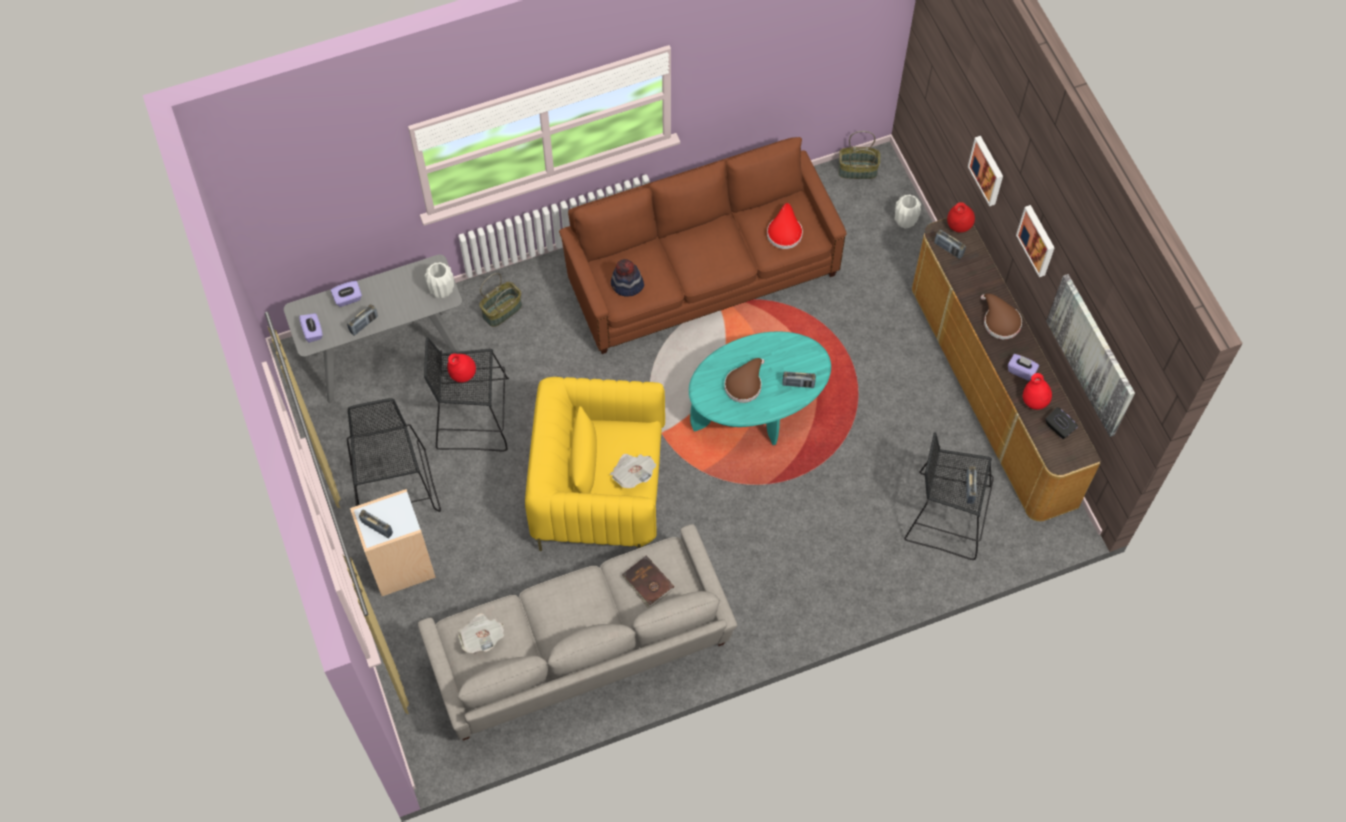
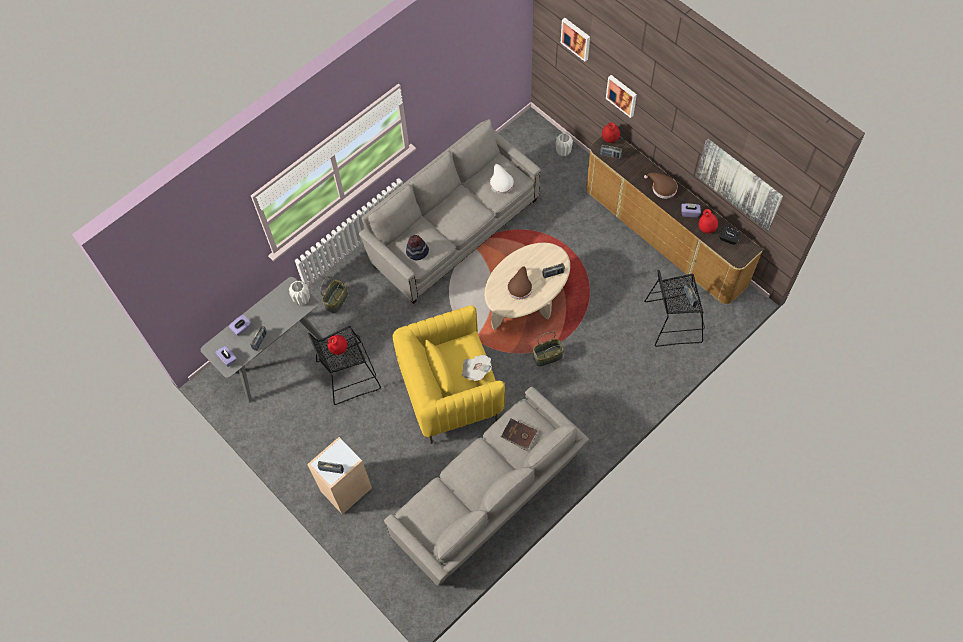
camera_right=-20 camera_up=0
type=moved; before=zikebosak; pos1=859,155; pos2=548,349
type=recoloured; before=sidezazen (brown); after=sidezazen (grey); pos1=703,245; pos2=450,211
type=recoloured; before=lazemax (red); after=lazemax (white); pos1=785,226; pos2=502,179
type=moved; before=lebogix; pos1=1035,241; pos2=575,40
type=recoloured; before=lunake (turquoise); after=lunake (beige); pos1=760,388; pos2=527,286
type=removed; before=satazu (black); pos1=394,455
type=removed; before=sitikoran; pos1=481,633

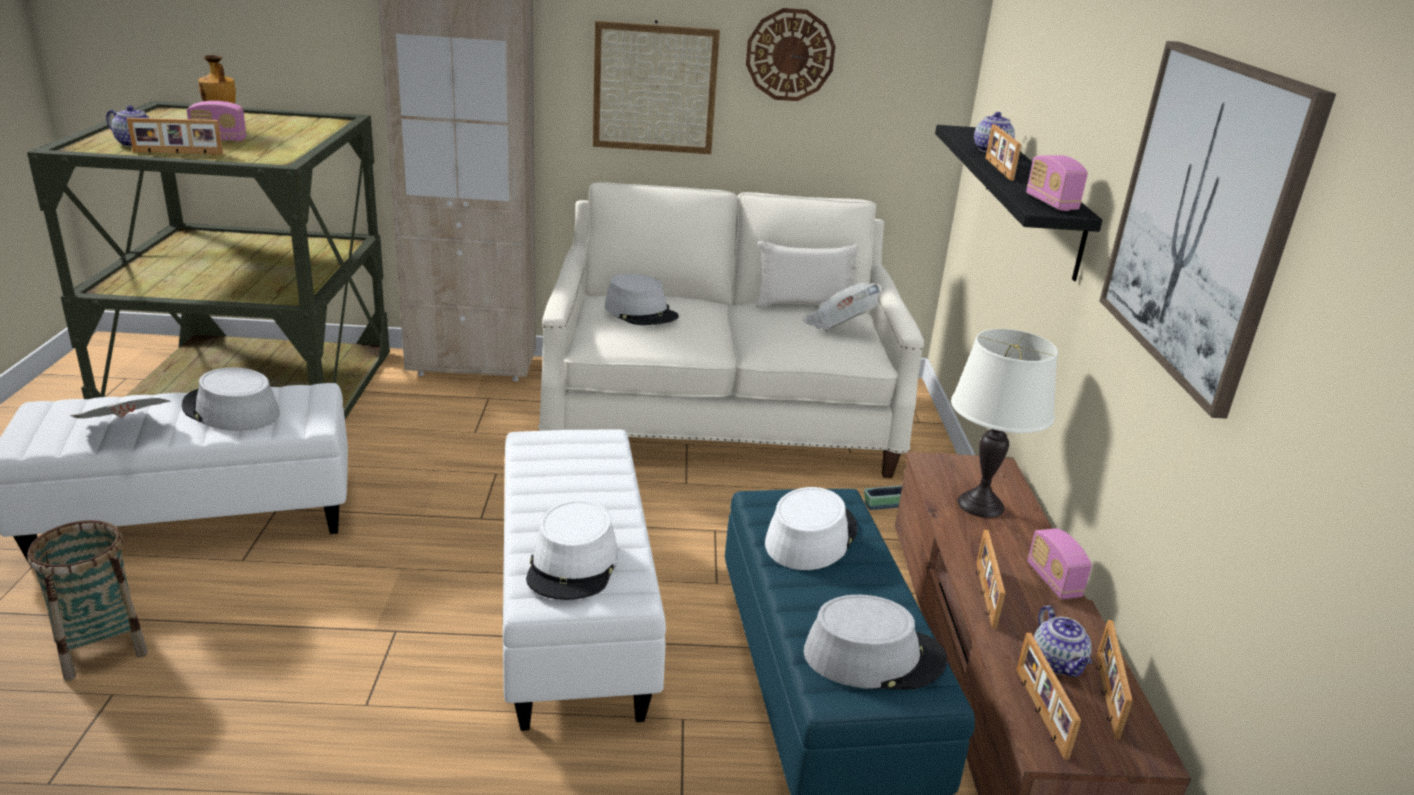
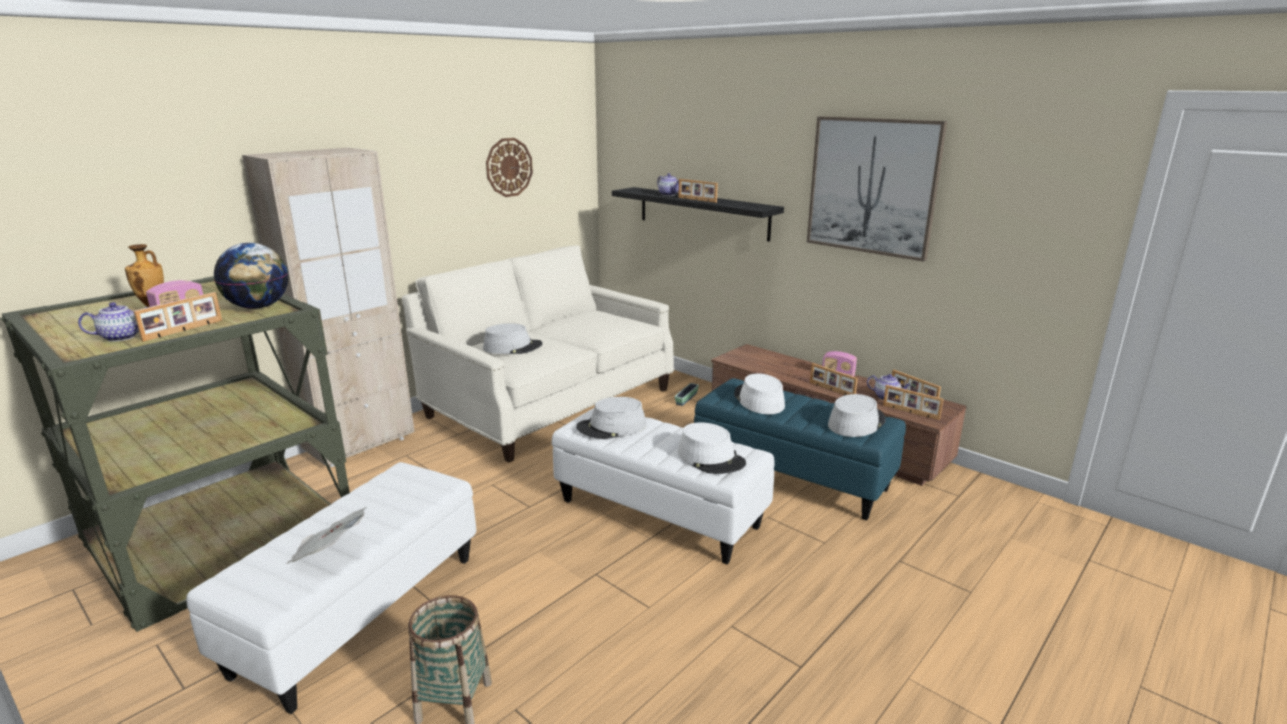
camera_right=-45 camera_up=-5
type=removed; before=lebogix; pos1=656,87
type=removed; before=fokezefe; pos1=1057,183
type=removed; before=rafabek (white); pos1=807,274
type=removed; before=sitikoran; pos1=842,306
type=removed; before=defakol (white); pos1=1004,423
type=moved; before=lazemax (grey); pos1=231,399; pos2=611,418
type=added; after=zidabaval; pos2=251,276

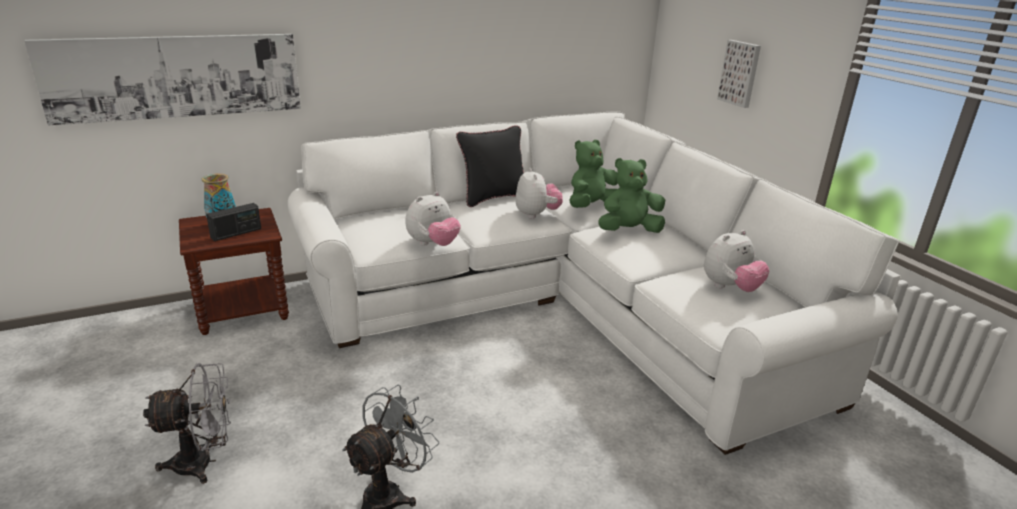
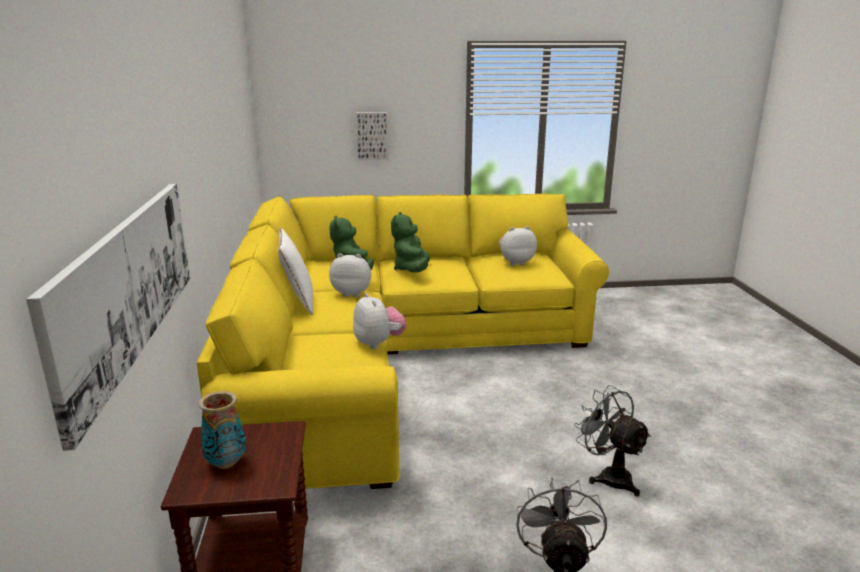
camera_right=-70 camera_up=-5
type=recoloured; before=sidezazen (white); after=sidezazen (yellow); pos1=593,283; pos2=403,341
type=recoloured; before=rafabek (black); after=rafabek (white); pos1=490,166; pos2=295,271
type=removed; before=fokezefe; pos1=233,222
type=turned; before=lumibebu; pos1=737,261; pos2=518,246; turn=-90

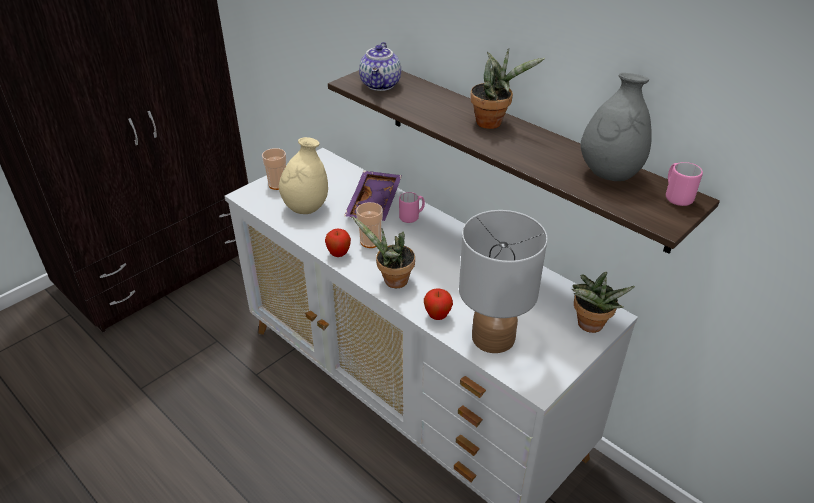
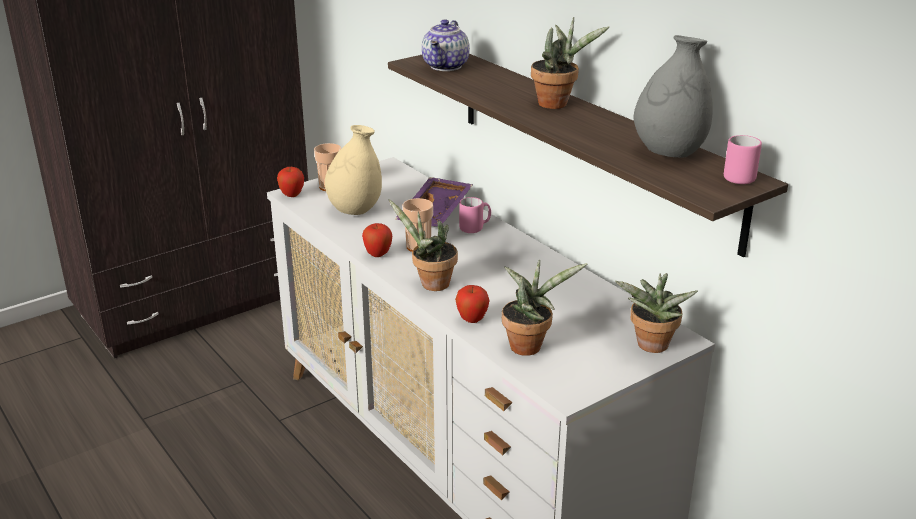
camera_right=10 camera_up=-10
type=replaced; before=defakol (grey); after=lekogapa; pos1=503,281; pos2=545,308
type=added; after=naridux; pos2=290,182

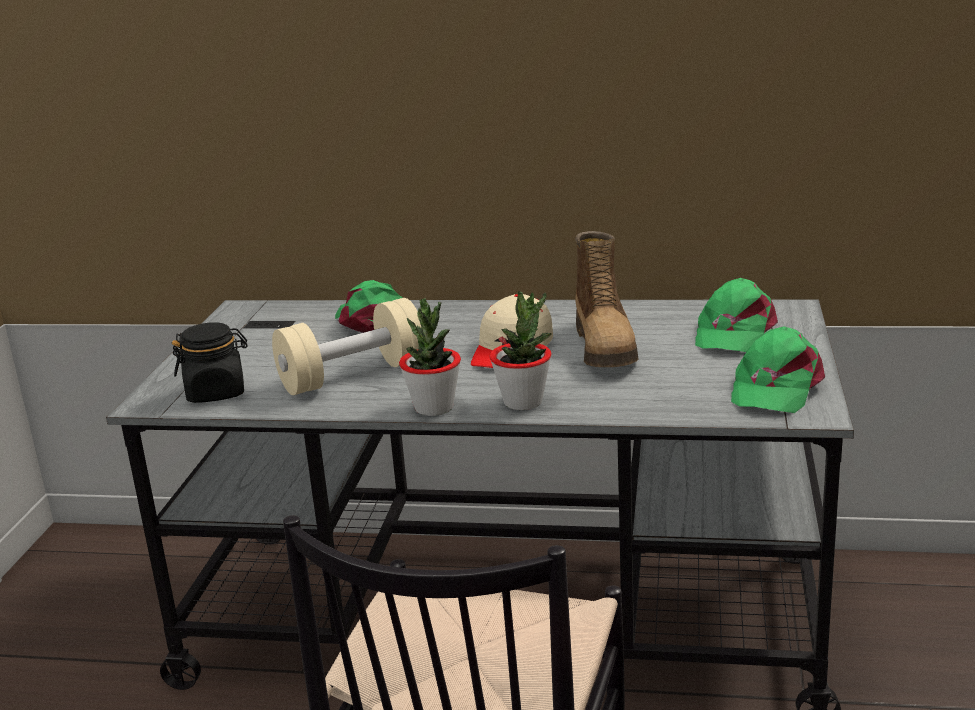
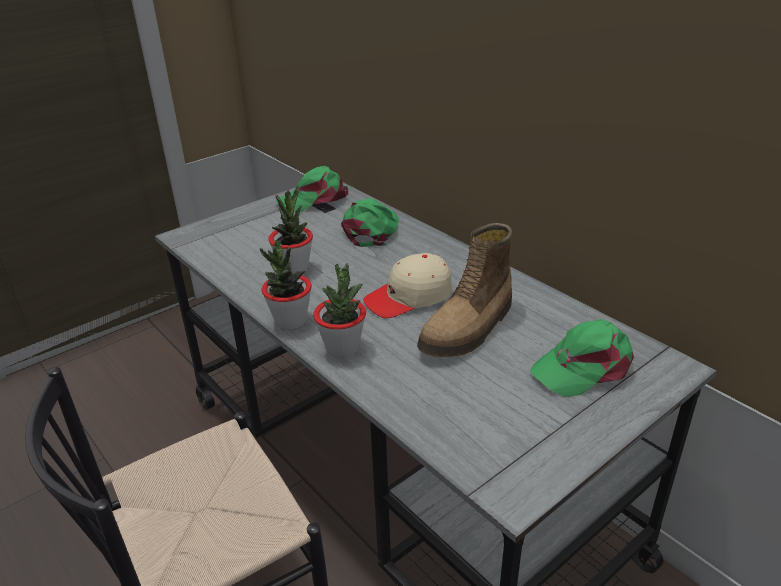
camera_right=40 camera_up=10
type=replaced; before=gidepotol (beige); after=lekogapa; pos1=346,346; pos2=290,229
type=removed; before=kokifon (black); pos1=210,362
type=moved; before=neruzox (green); pos1=778,369; pos2=312,189

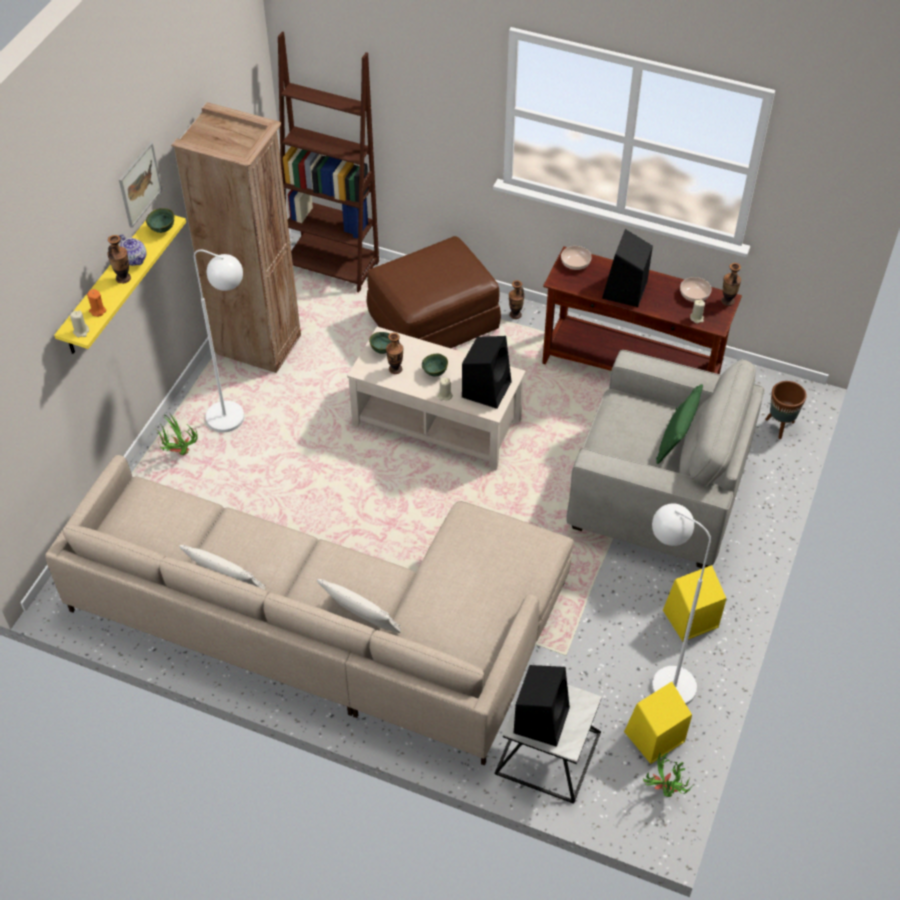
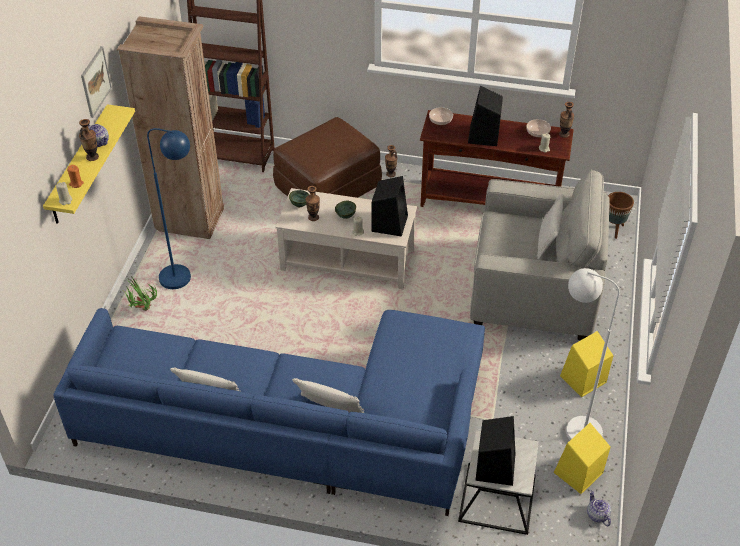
camera_right=-10 camera_up=-5
type=removed; before=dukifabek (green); pos1=160,220
type=recoloured; before=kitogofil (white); after=kitogofil (blue); pos1=219,341; pos2=169,208
type=recoloured; before=rafabek (green); after=rafabek (white); pos1=679,424; pos2=550,227
type=recoloured; before=sidezazen (beige); after=sidezazen (blue); pos1=309,610; pos2=269,412
type=replaced; before=lekogapa; after=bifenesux; pos1=669,774; pos2=599,508

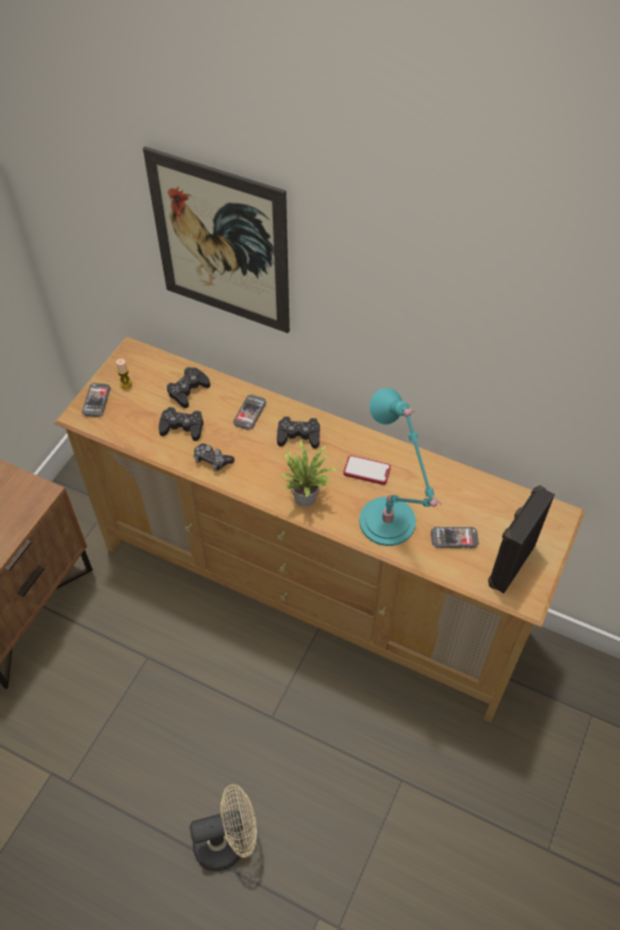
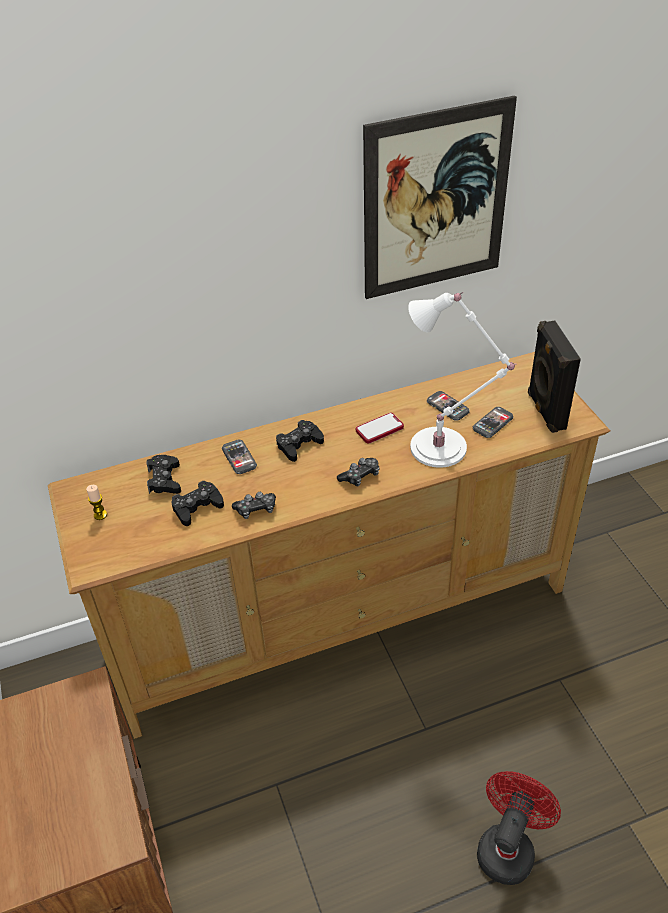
camera_right=-45 camera_up=-10
type=moved; before=lebogix; pos1=216,239; pos2=440,197
type=moved; before=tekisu; pos1=96,400; pos2=448,406
type=recoloured; before=defakol (turquoise); after=defakol (white); pos1=400,467; pos2=462,380
type=replaced; before=lekogapa; after=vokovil; pos1=310,473; pos2=358,472
type=recoloured; before=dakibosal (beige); after=dakibosal (red); pos1=223,827; pos2=519,828

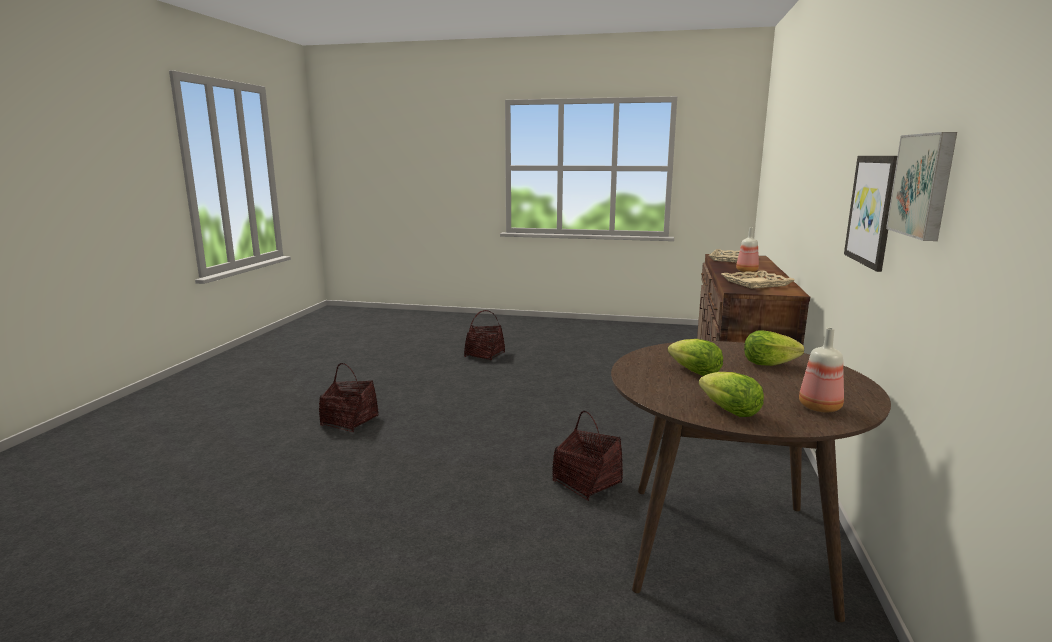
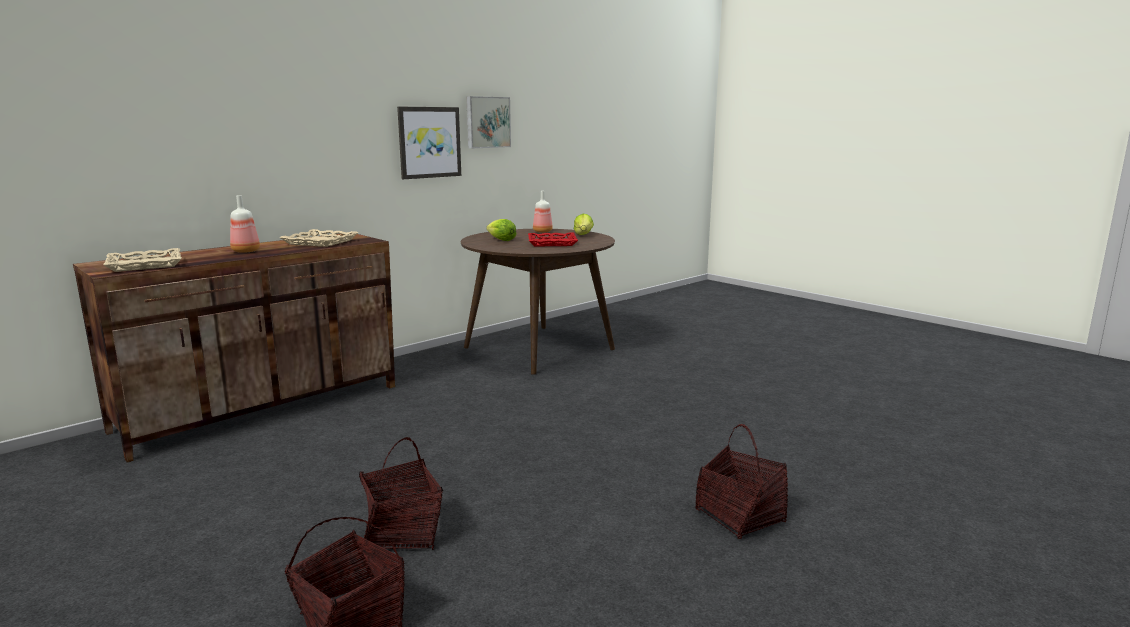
camera_right=-145 camera_up=0
type=replaced; before=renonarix; after=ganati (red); pos1=695,357; pos2=553,239
type=moved; before=zikebosak; pos1=587,456; pos2=401,493

